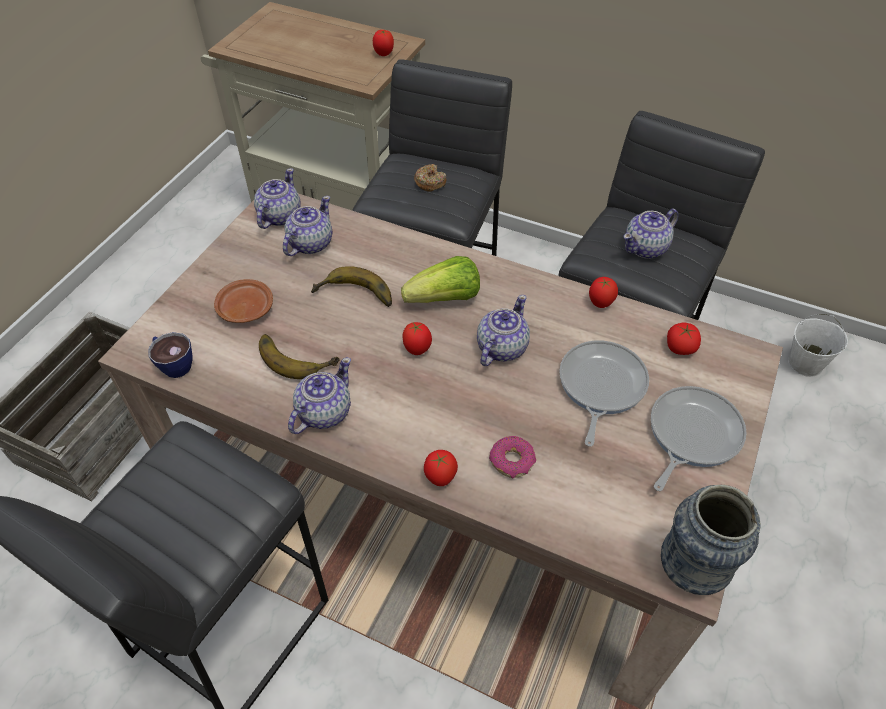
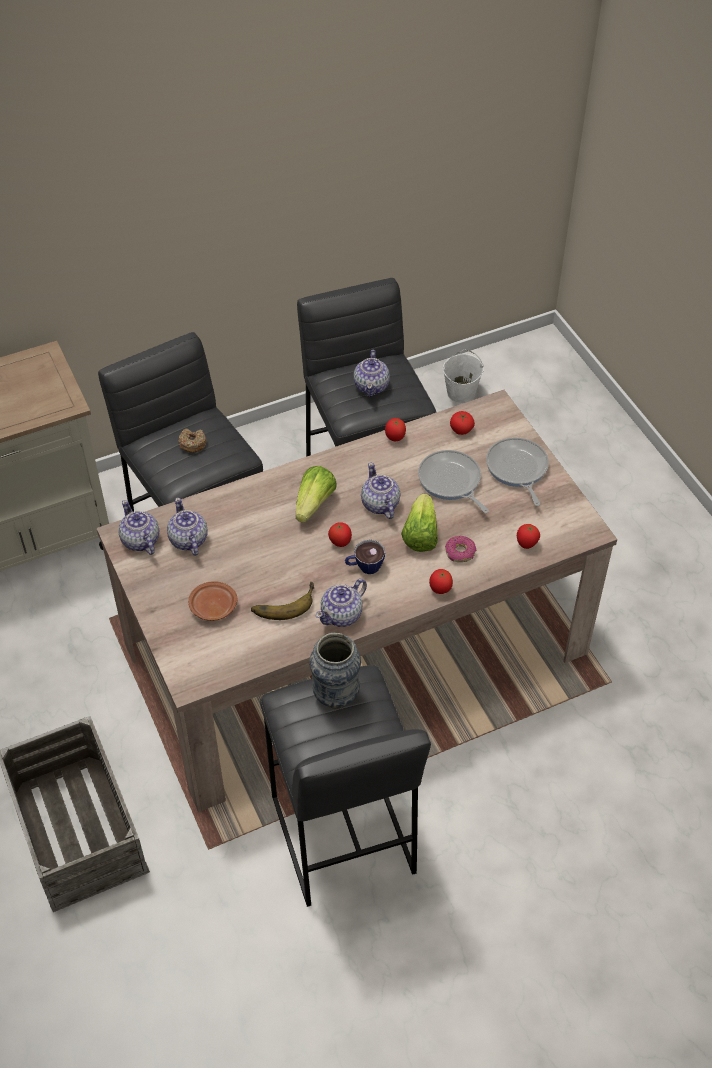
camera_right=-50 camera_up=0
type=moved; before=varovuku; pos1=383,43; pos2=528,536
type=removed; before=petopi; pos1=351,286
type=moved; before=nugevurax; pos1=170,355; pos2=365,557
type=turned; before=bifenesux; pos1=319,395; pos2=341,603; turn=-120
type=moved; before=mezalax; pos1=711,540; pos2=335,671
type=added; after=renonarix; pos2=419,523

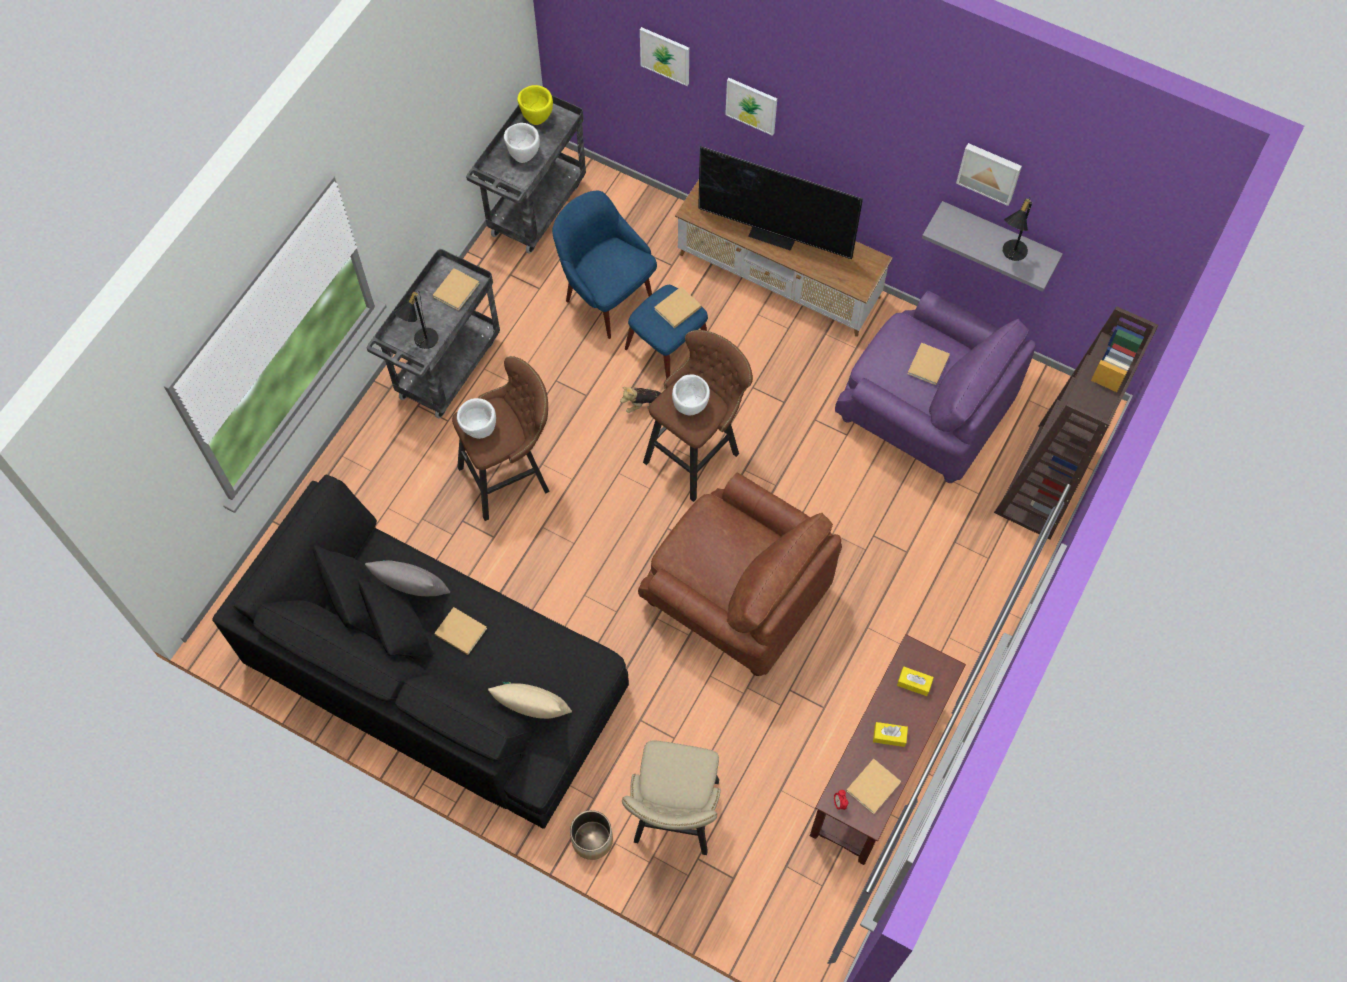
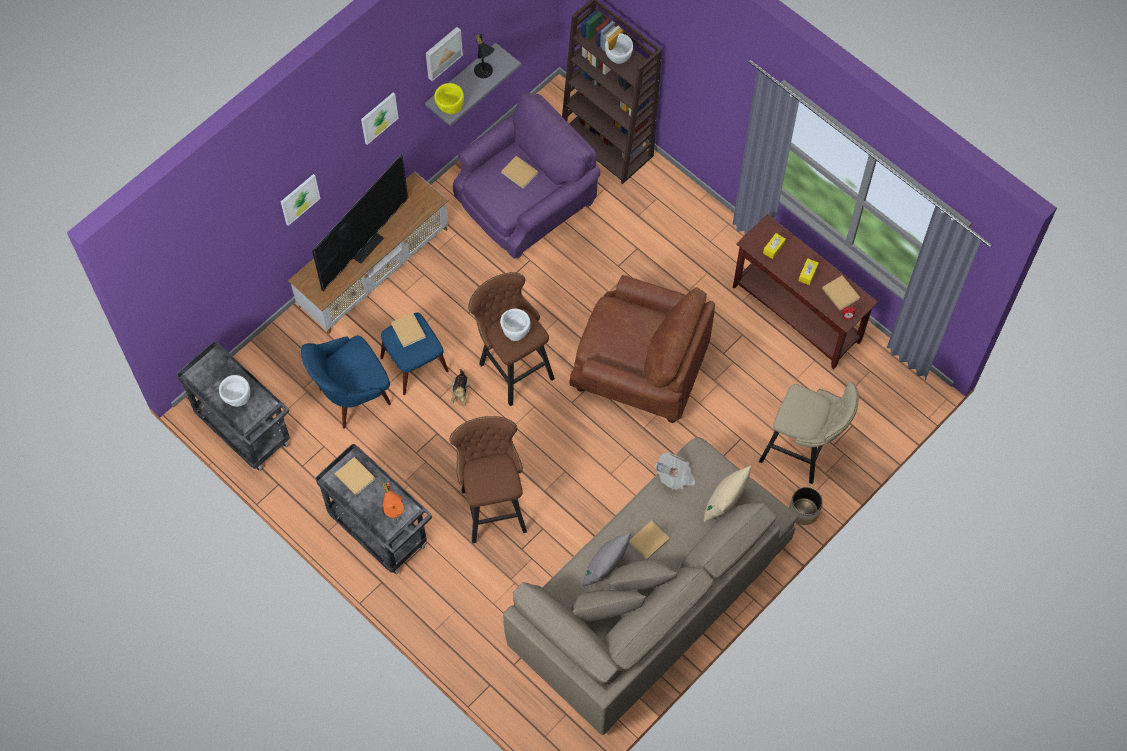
camera_right=-75 camera_up=0
type=moved; before=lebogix; pos1=664,56; pos2=380,119
type=moved; before=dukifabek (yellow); pos1=535,105; pos2=449,98
type=recoloured; before=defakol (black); after=defakol (orange); pos1=416,320; pos2=393,499
type=moved; before=dukifabek (white); pos1=476,418; pos2=619,48
type=turned; before=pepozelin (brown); pos1=740,574; pos2=642,349; turn=60
type=recoloured; before=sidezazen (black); after=sidezazen (beige); pos1=420,651; pos2=650,586
type=added; after=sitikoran; pos2=675,471

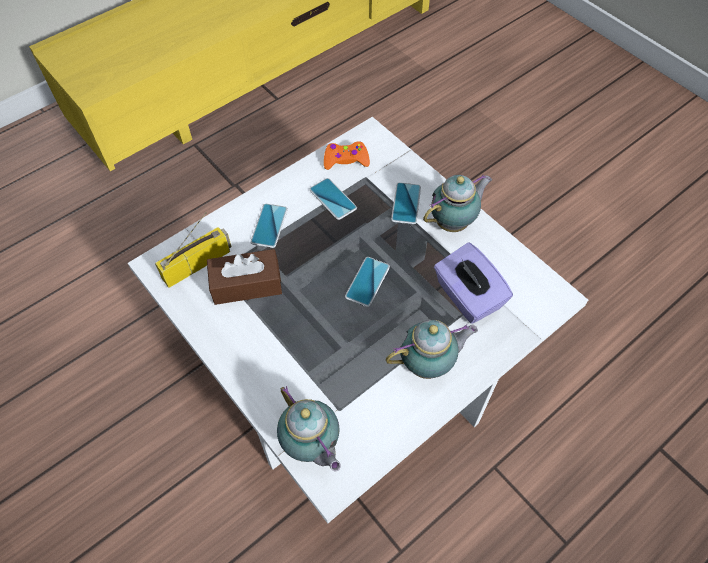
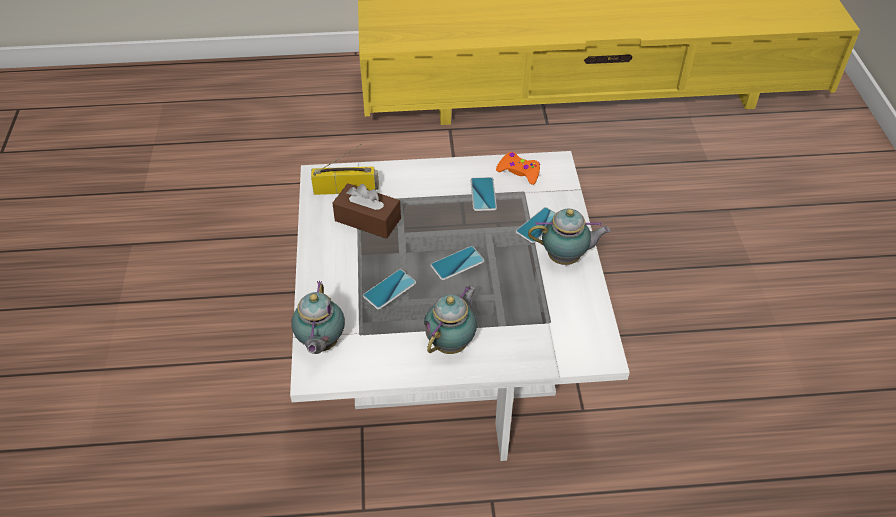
camera_right=35 camera_up=-10
type=moved; before=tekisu; pos1=269,226; pos2=389,289
type=removed; before=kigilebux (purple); pos1=473,283
type=turned; before=bifenesux; pos1=432,349; pos2=450,320; turn=-75

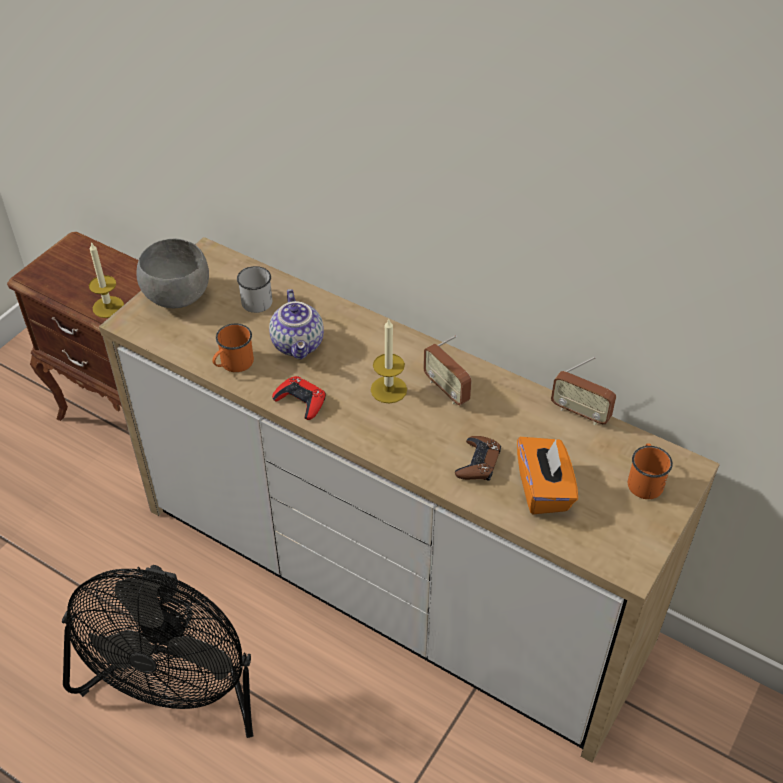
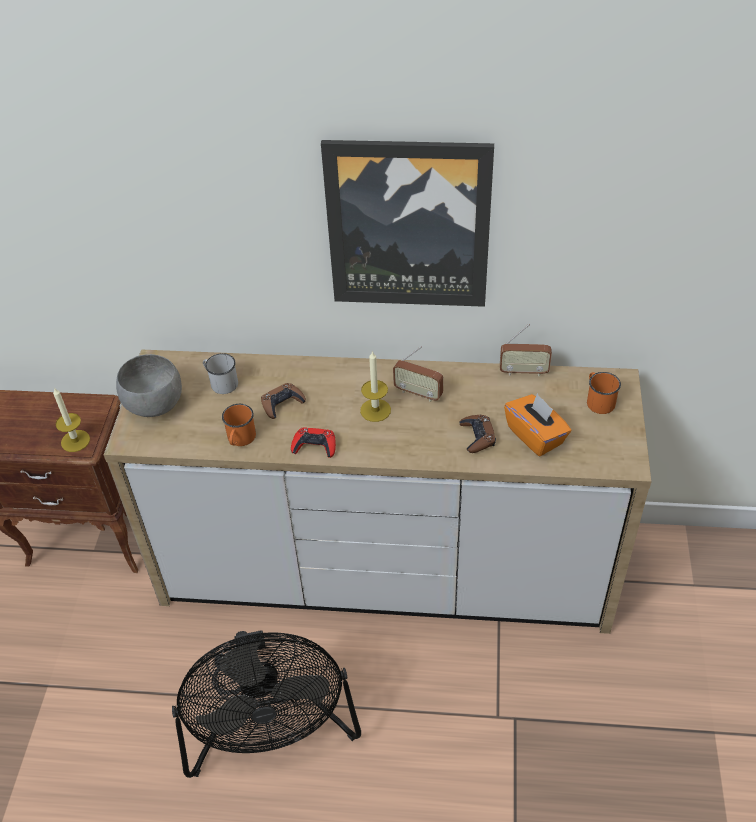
camera_right=-25 camera_up=0
type=replaced; before=bifenesux; after=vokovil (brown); pos1=296,324; pos2=283,401
type=added; after=lebogix; pos2=407,223

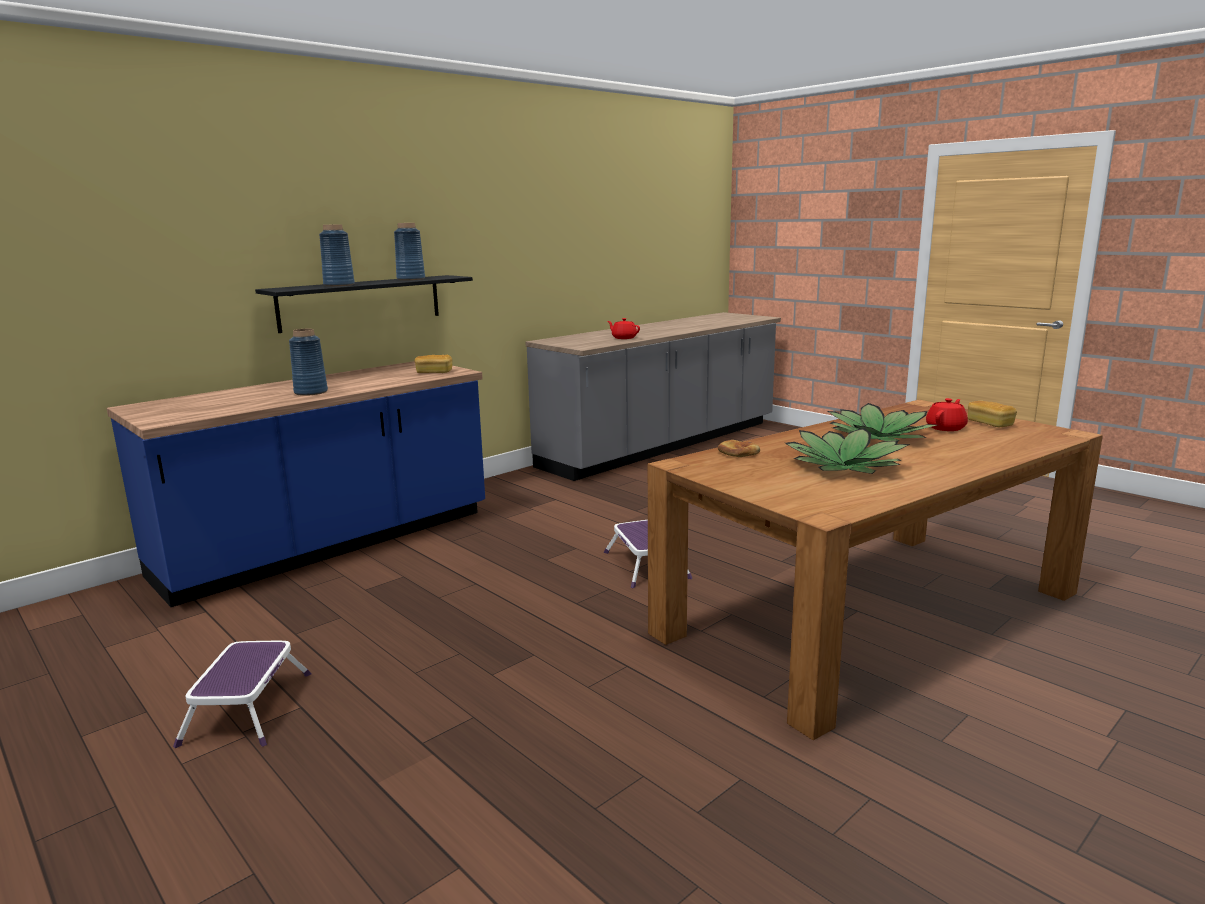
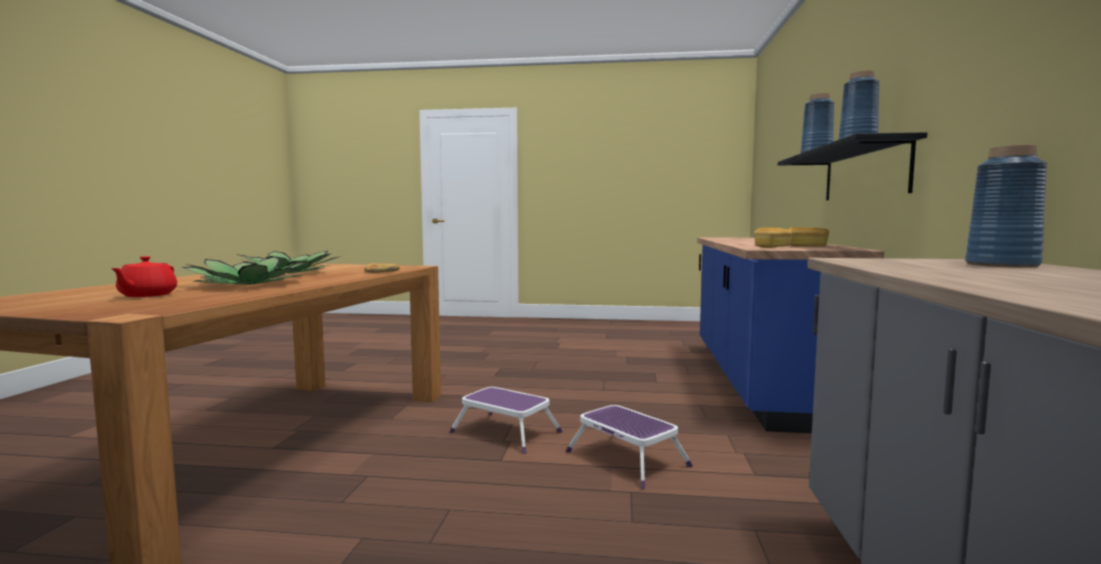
camera_right=140 camera_up=-10
type=removed; before=bifenesux (red); pos1=623,328
type=moved; before=mezalax (blue); pos1=308,362; pos2=1006,206
type=moved; before=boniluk; pos1=992,414; pos2=809,236
type=moved; before=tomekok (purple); pos1=242,694; pos2=629,447

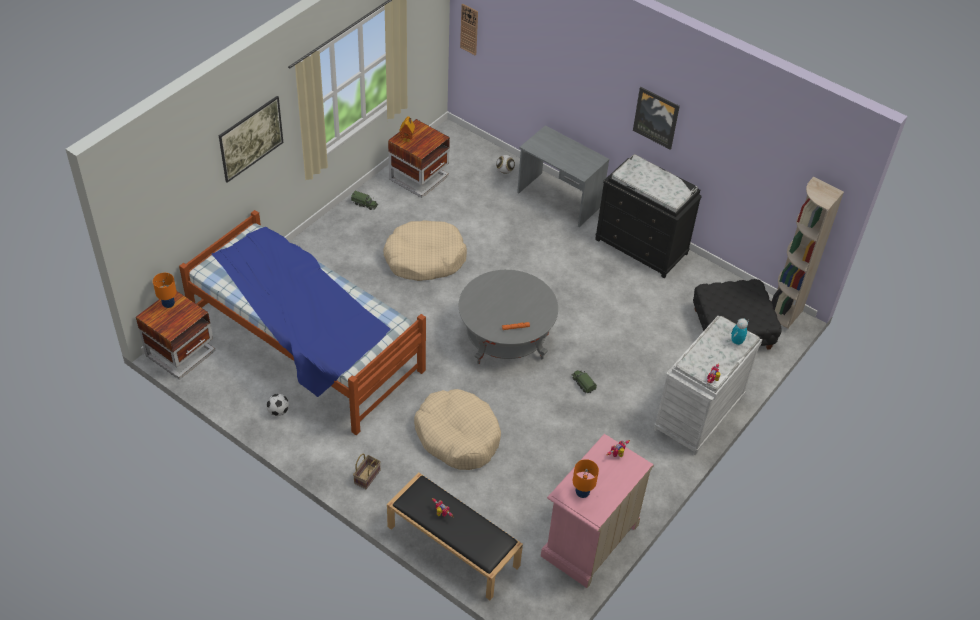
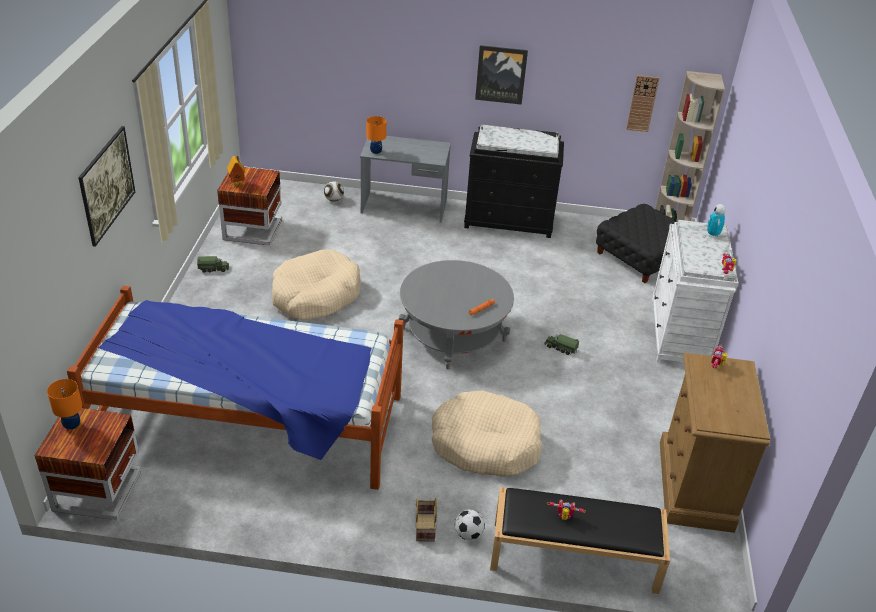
camera_right=-30 camera_up=-10
type=moved; before=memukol; pos1=469,29; pos2=642,103
type=moved; before=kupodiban; pos1=277,405; pos2=470,525
type=recoloured; before=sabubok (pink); after=sabubok (brown); pos1=597,511; pos2=715,443
type=moved; before=defakol (orange); pos1=586,478; pos2=376,135

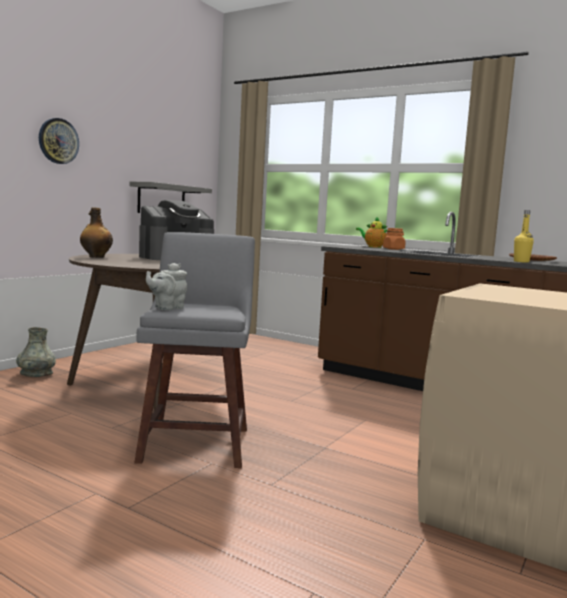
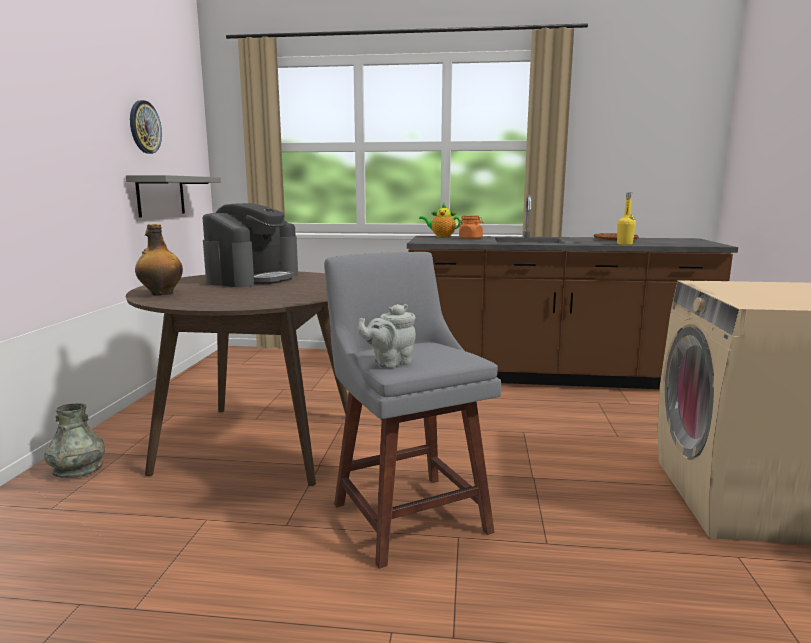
camera_right=-25 camera_up=5
type=moved; before=memukol; pos1=59,141; pos2=146,127
type=turned; before=bifenesux (grey); pos1=166,286; pos2=387,336; turn=45

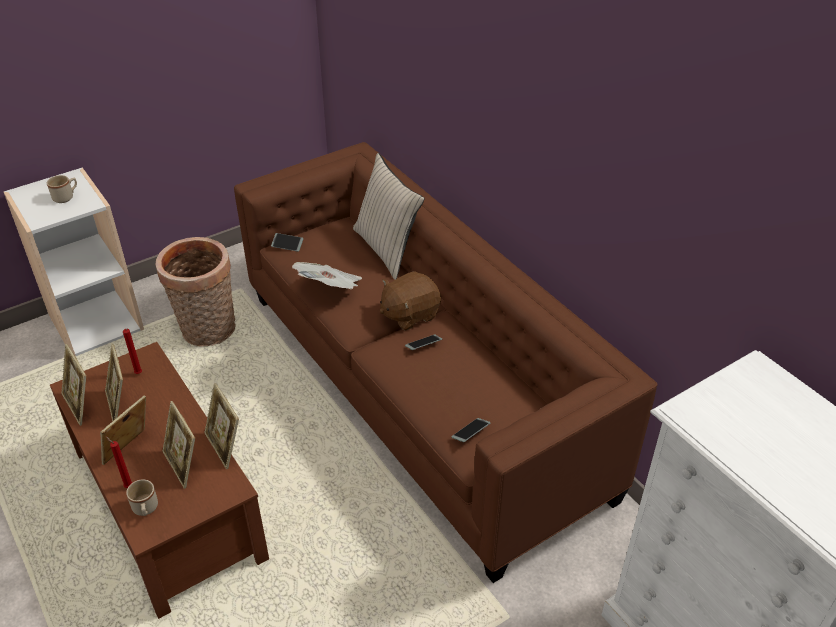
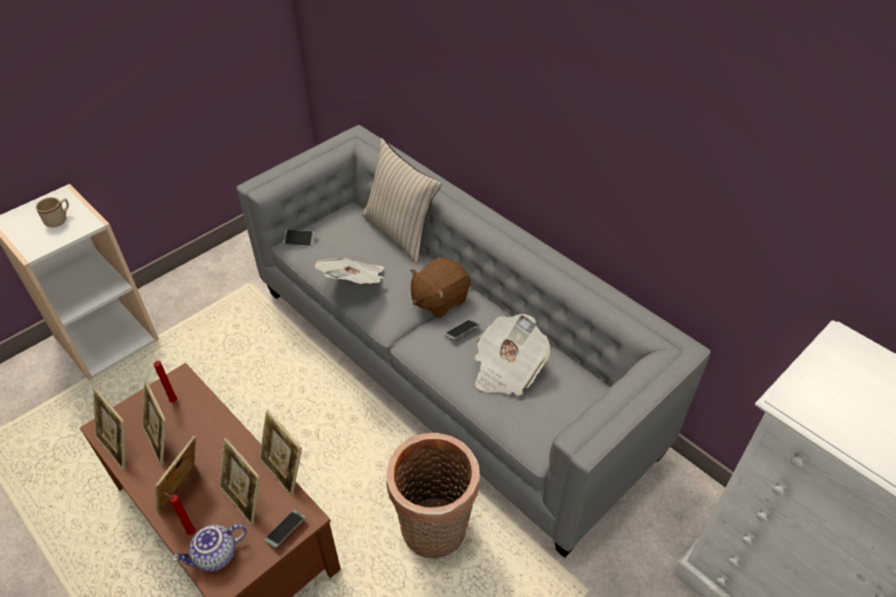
camera_right=-10 camera_up=5
type=recoloured; before=sidezazen (brown); after=sidezazen (grey); pos1=446,362; pos2=474,341
type=moved; before=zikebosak; pos1=196,291; pos2=433,496
type=moved; before=tekisu; pos1=471,430; pos2=285,529
type=replaced; before=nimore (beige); after=bifenesux; pos1=142,497; pos2=209,548
type=added; after=sitikoran; pos2=512,355

